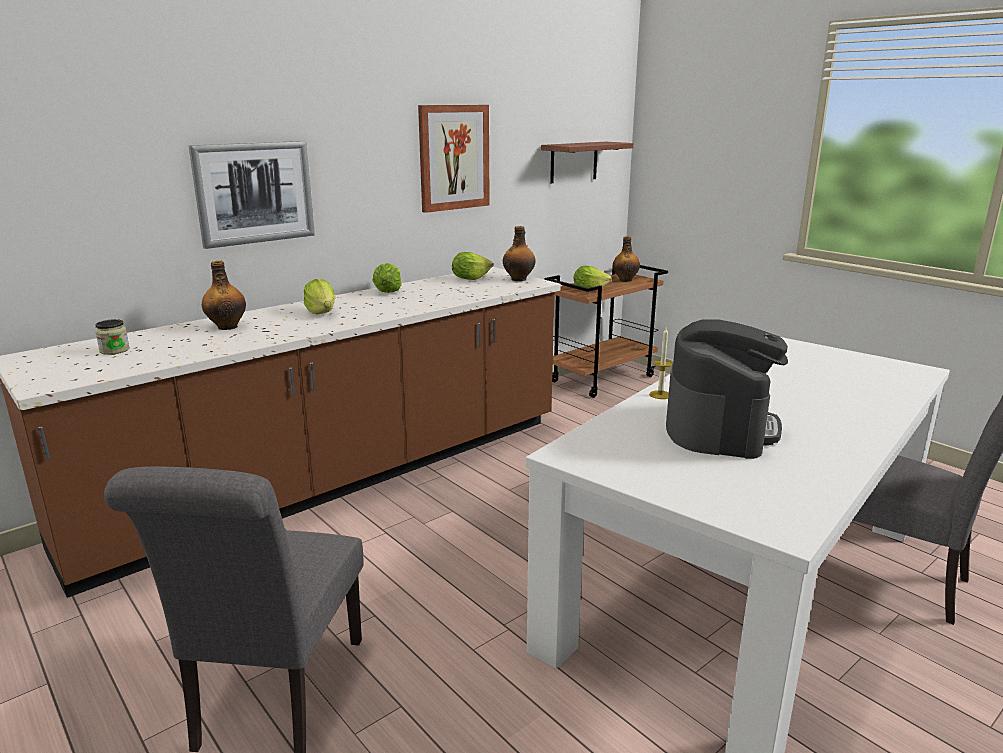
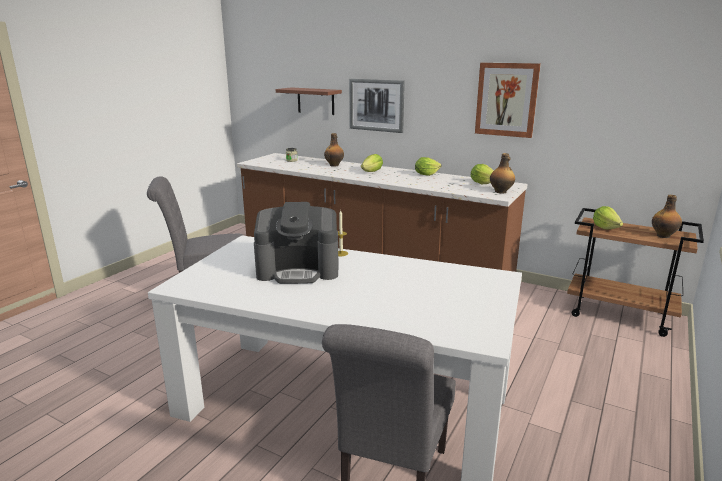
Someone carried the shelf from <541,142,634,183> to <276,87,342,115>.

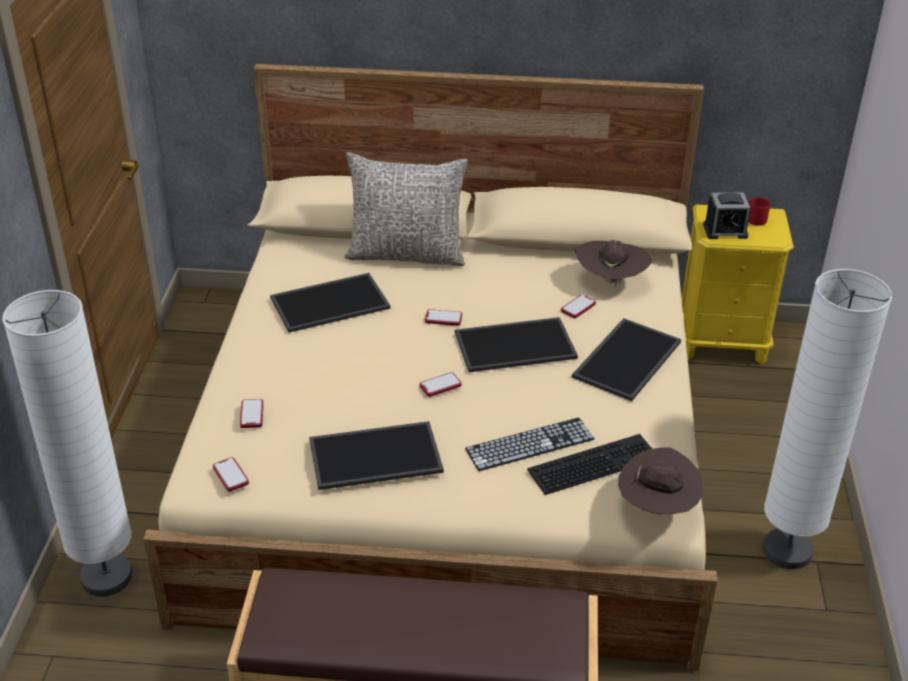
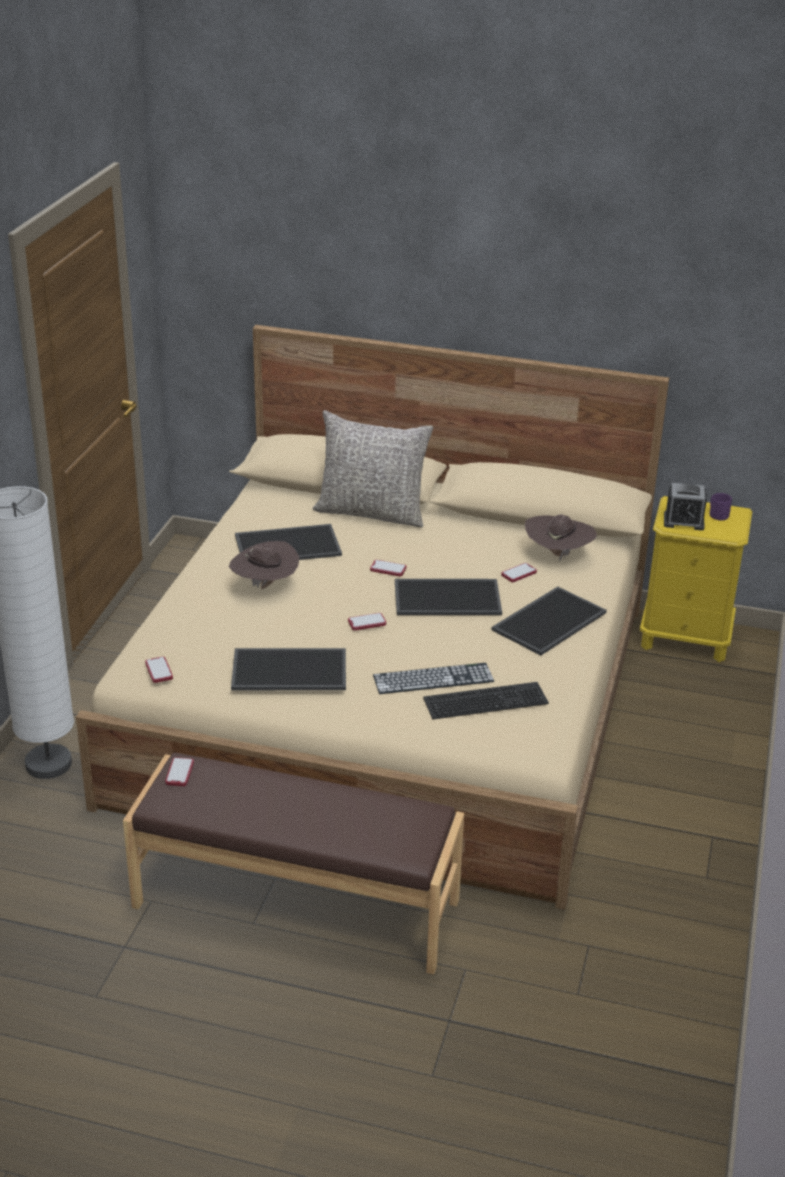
Someone took away the white_standing_lamp at <763,269,892,569>.
Someone carried the telephone from <240,399,264,428> to <165,757,194,786>.
Someone carried the brown-coloured_hat from <618,447,703,515> to <229,541,300,589>.
Someone repainted the reddish_mug at <748,197,770,226>, which became the purple_mug at <710,493,732,520>.

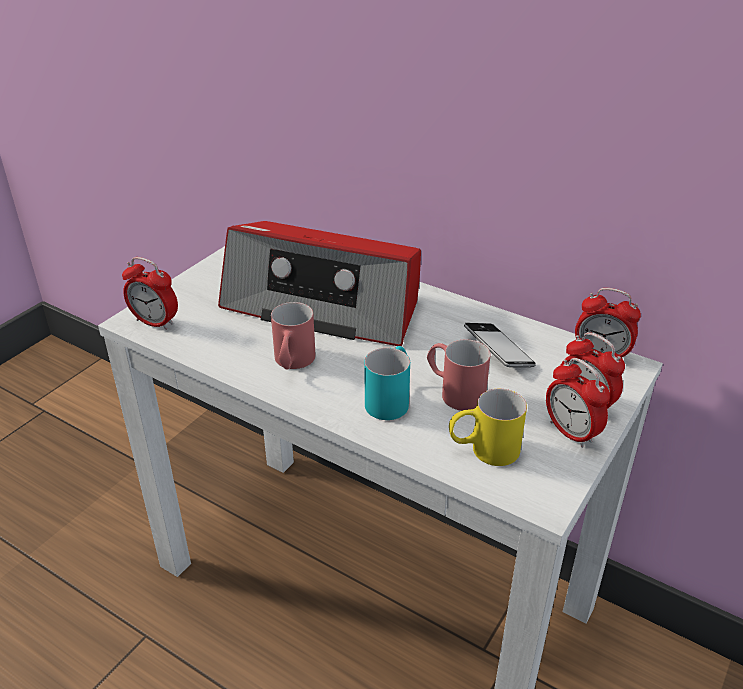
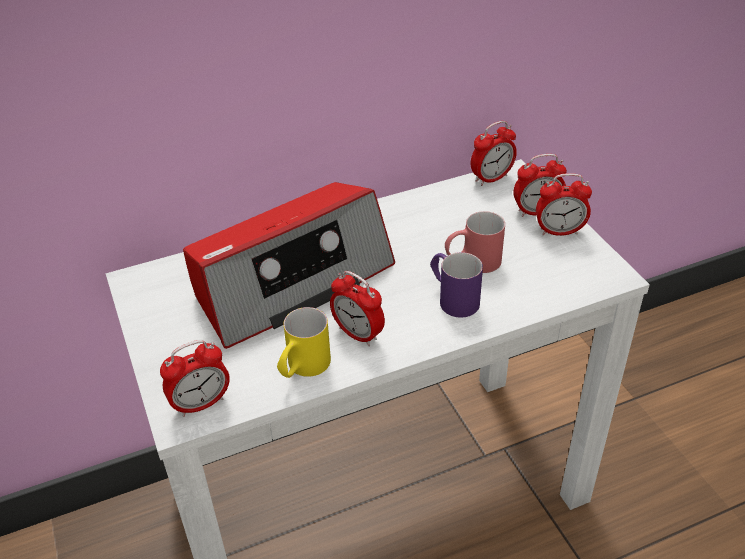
Someone took away the telephone at <464,323,536,368>.
Someone carried the yellow_mug from <449,389,527,466> to <277,307,331,378>.
Someone swapped the reddish_mug at <271,302,316,370> for the alarm_clock at <330,271,385,346>.
Someone repainted the blue-green_mug at <364,346,410,420>, which became the purple_mug at <430,252,483,318>.

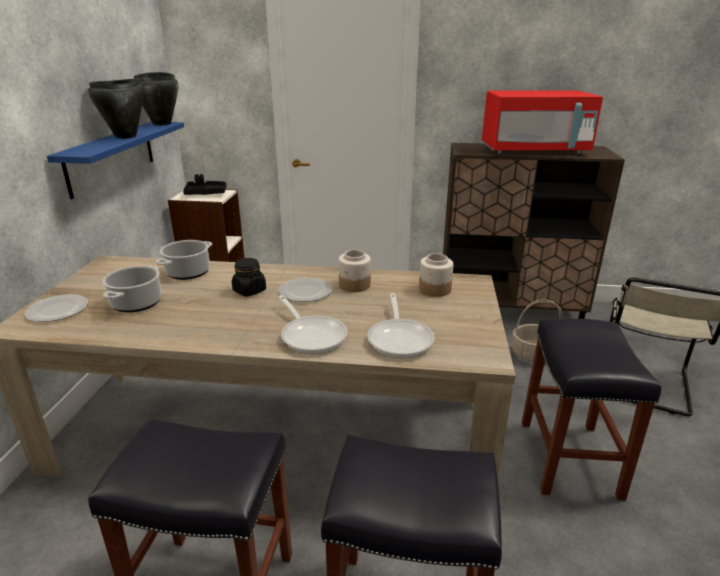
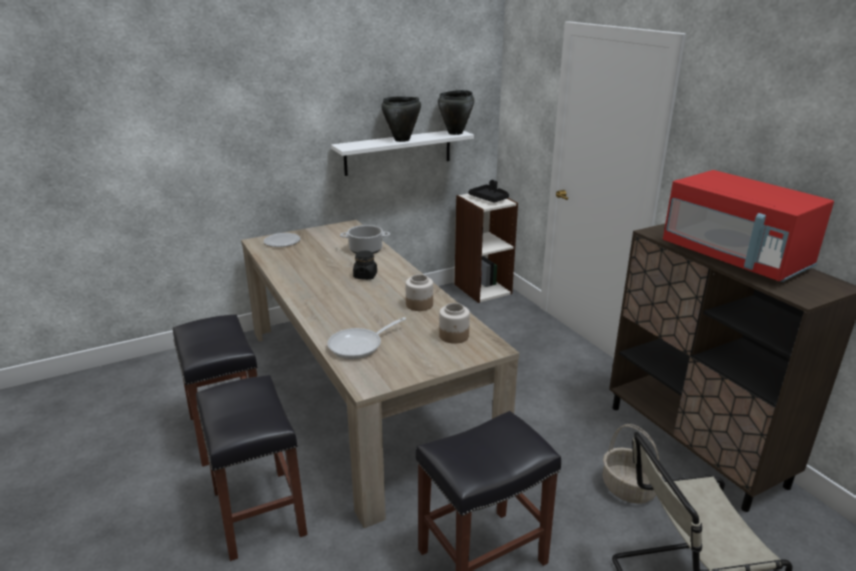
Someone took away the stockpot at <102,266,162,313>.
Someone took away the frying_pan at <278,295,348,354>.
Someone took away the dinner_plate at <279,278,332,302>.
Someone repainted the bluish_shelf at <47,122,184,199>, which became the white_shelf at <331,130,474,176>.

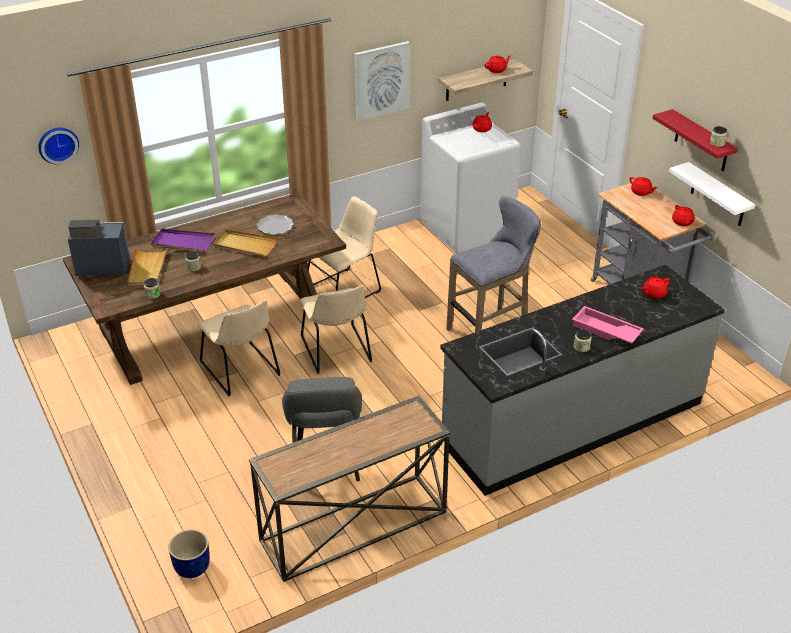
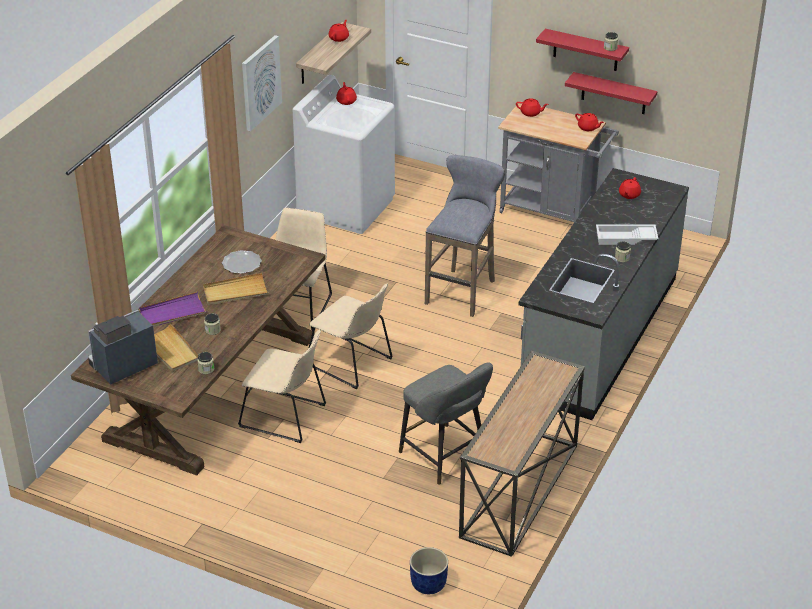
Someone took away the hanging_clock at <38,127,79,164>.
Someone repainted the pinkish_serving_tray at <572,306,644,343>, which became the white_serving_tray at <596,224,658,245>.
Someone repainted the white_shelf at <669,162,755,226>, which became the reddish_shelf at <565,72,658,114>.

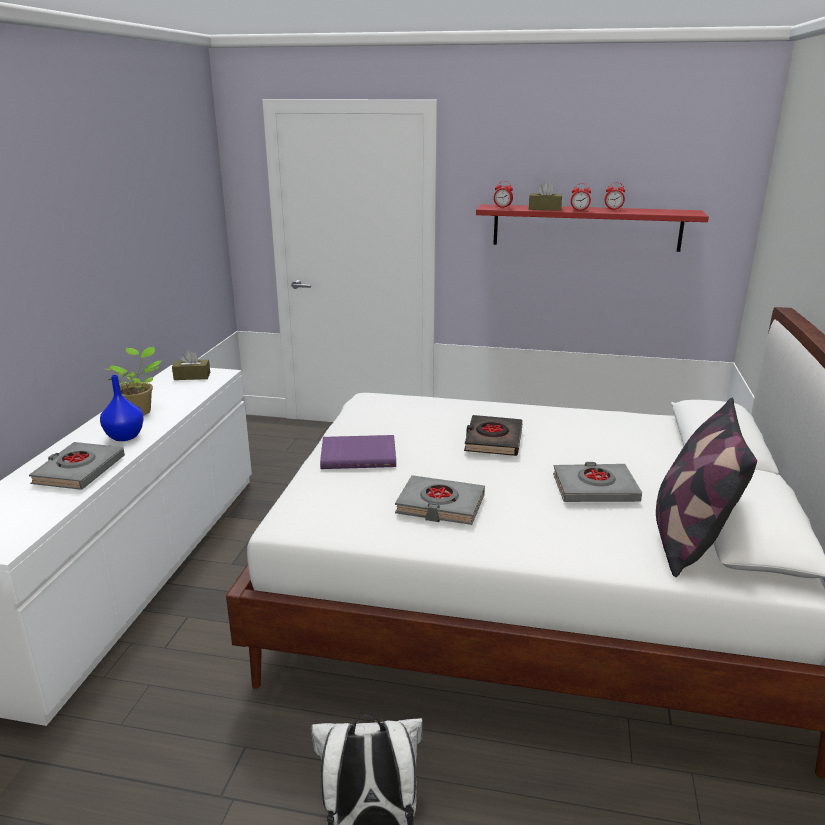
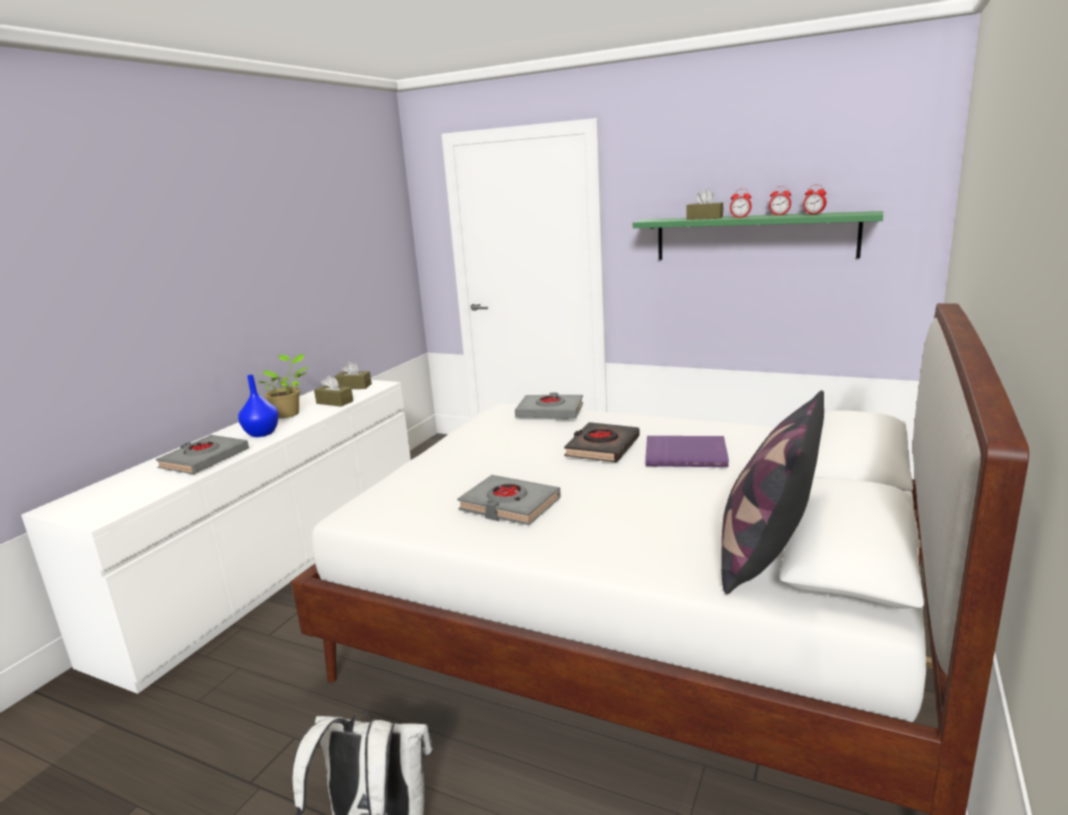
Someone put down the brown-coloured_tissue_holder at <314,375,353,407>.
Someone carried the purple_book from <320,435,396,469> to <646,436,729,467>.
Someone carried the alarm_clock from <494,181,513,208> to <803,184,826,215>.
Someone carried the gray_book from <553,462,642,502> to <515,392,583,419>.
Someone repainted the reddish_shelf at <476,204,709,252>, which became the green-coloured_shelf at <633,211,883,260>.

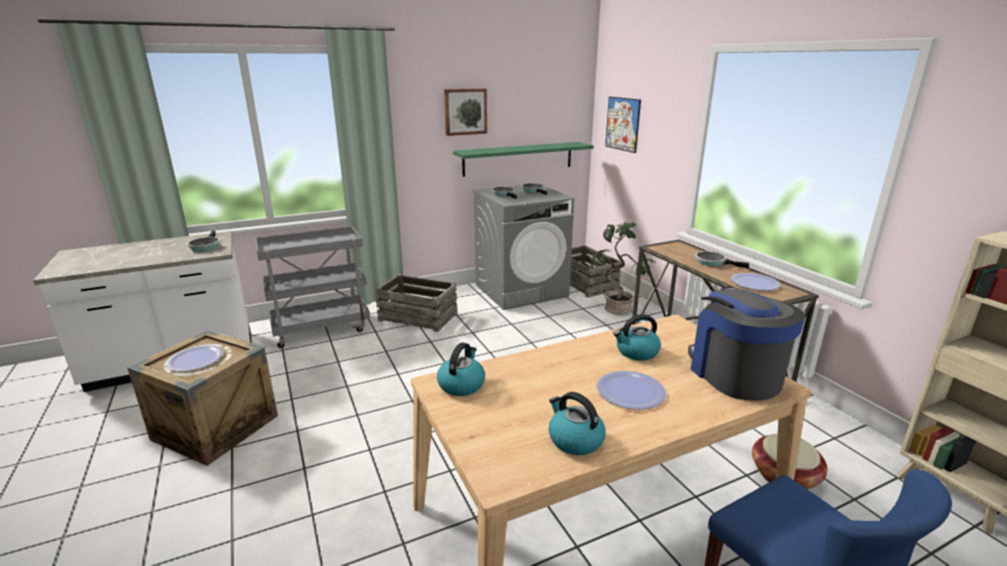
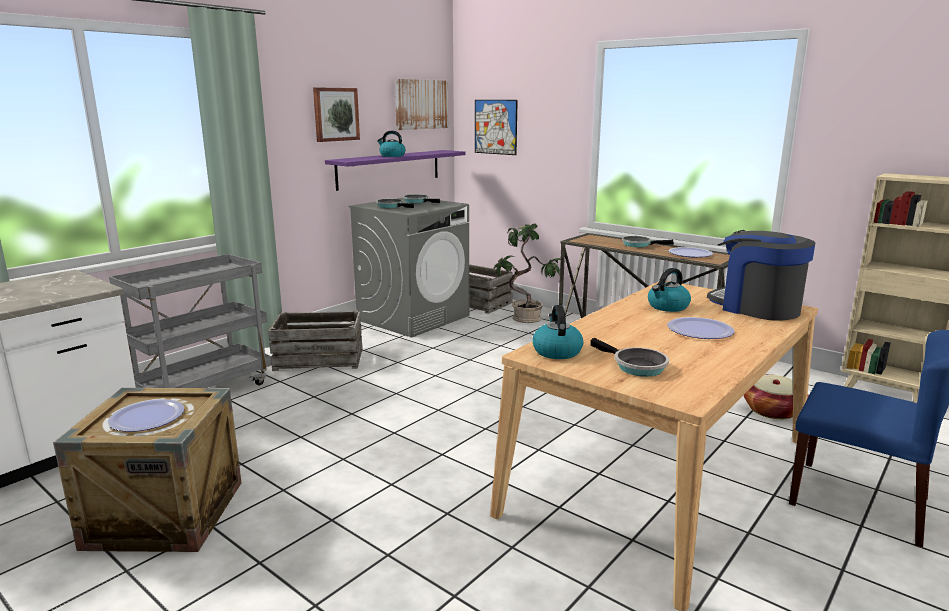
Someone put up the wall_picture at <395,79,448,130>.
Someone carried the frying_pan from <187,230,220,252> to <591,338,669,377>.
Someone carried the kettle from <549,392,606,455> to <377,131,406,157>.
Someone repainted the green-coloured_shelf at <453,142,594,177>, which became the purple_shelf at <325,150,466,191>.

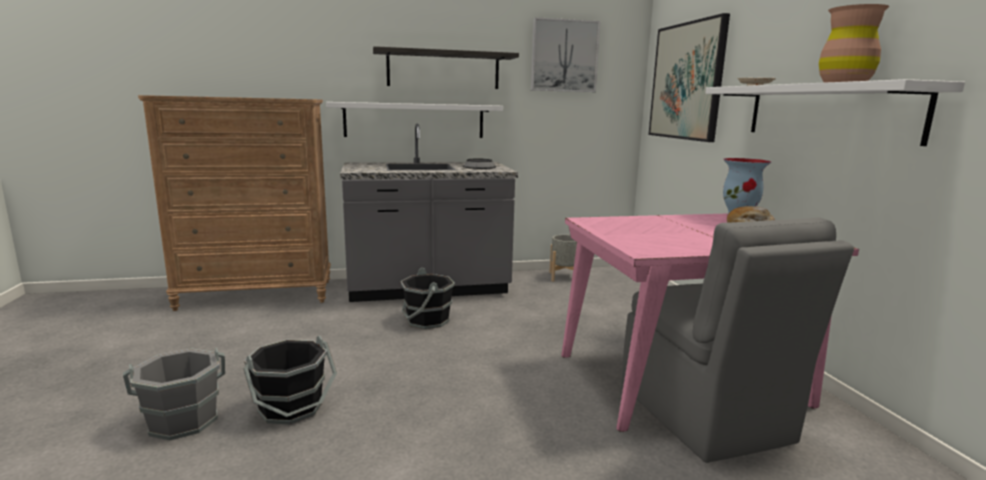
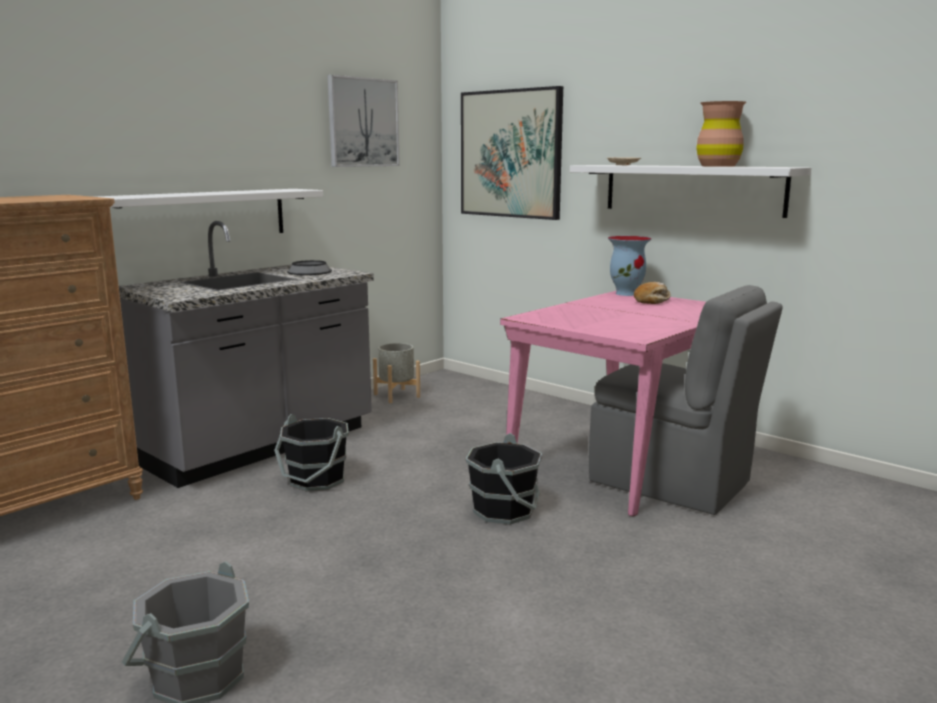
Someone took away the shelf at <373,46,519,89>.
Someone carried the blackish_water_bucket from <243,336,337,425> to <466,433,542,525>.

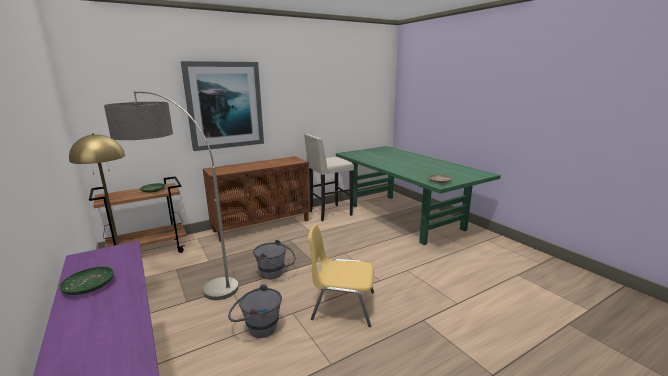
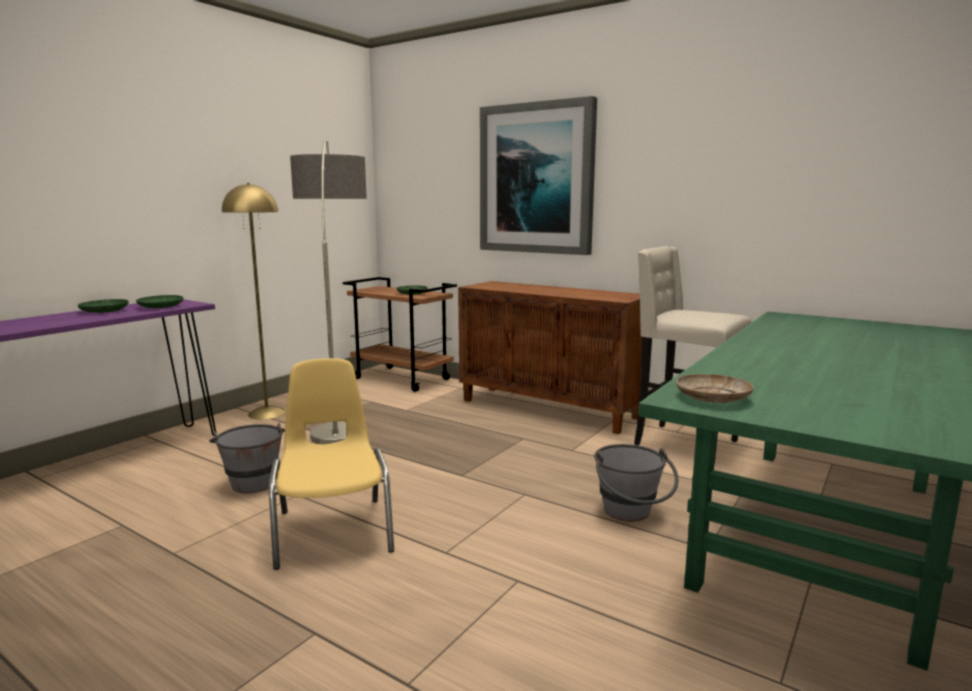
Someone put down the green-coloured_dinner_plate at <136,295,184,308>.
Someone carried the gray_water_bucket from <253,240,296,279> to <594,444,679,522>.

